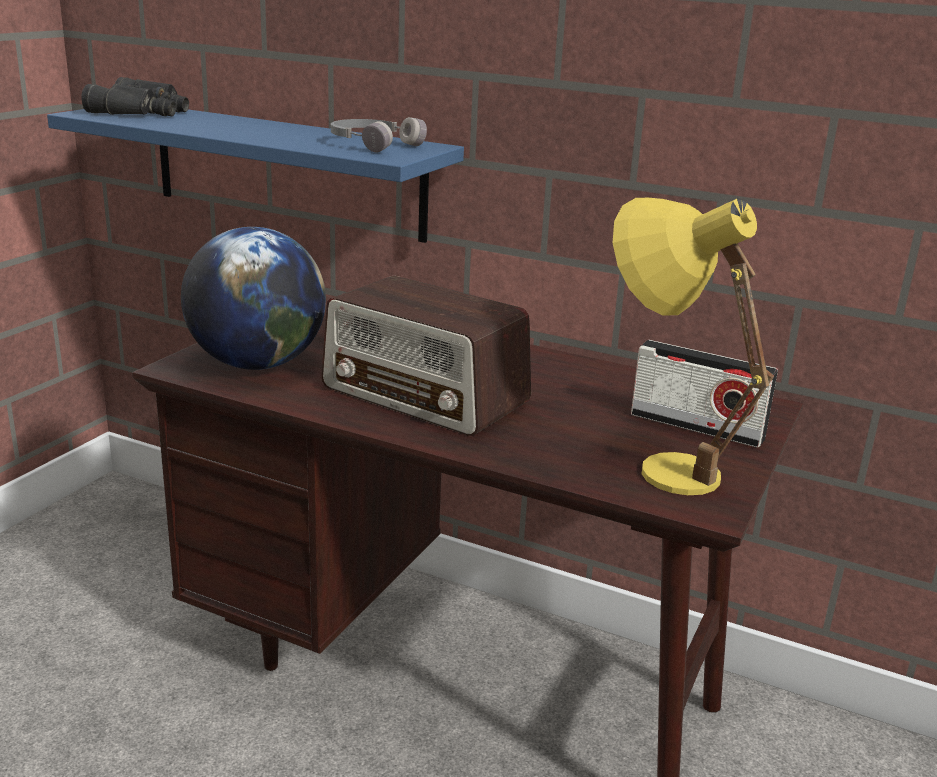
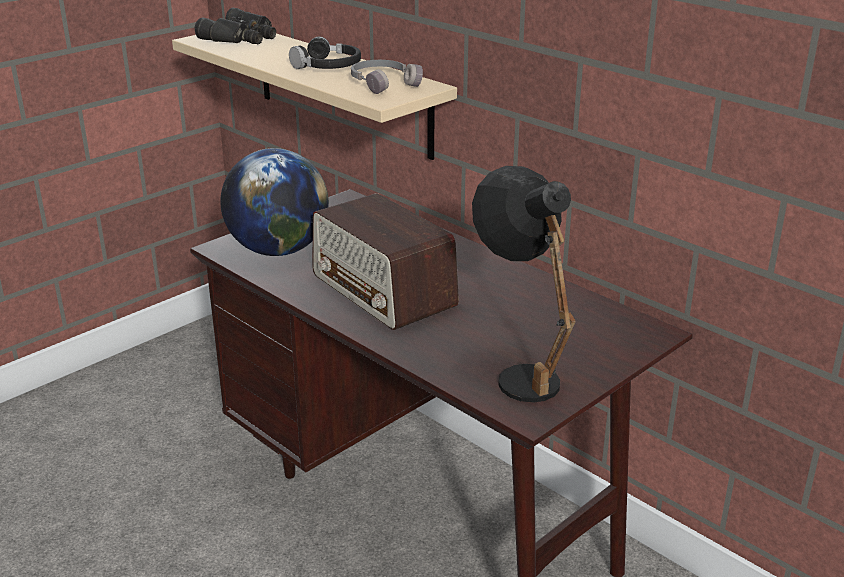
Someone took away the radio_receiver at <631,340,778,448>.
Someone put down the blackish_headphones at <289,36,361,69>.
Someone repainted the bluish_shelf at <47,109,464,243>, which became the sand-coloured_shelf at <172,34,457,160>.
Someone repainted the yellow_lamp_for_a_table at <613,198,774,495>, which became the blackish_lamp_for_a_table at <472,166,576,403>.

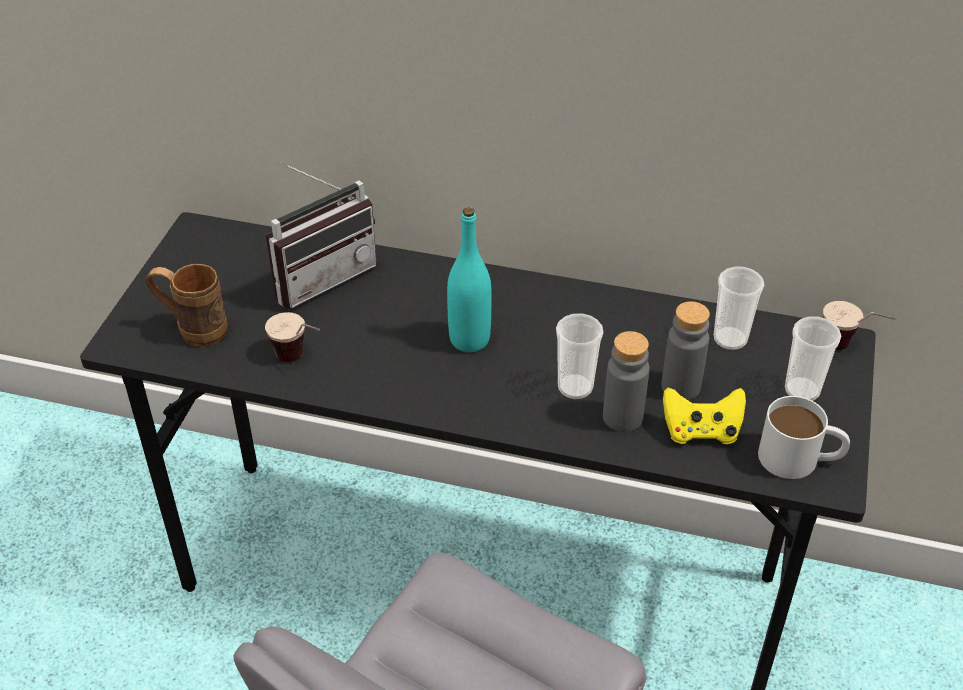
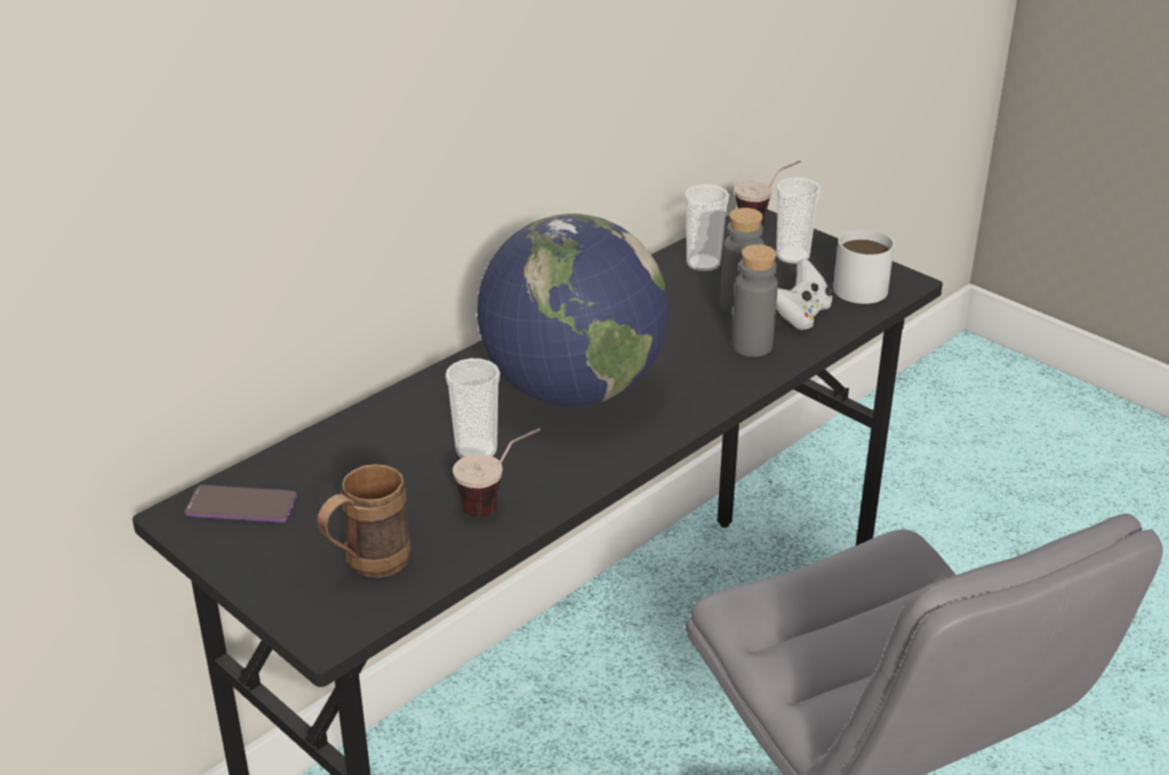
Someone took away the radio_receiver at <266,162,377,309>.
Someone put down the telephone at <185,485,297,523>.
Someone carried the drinking_cup from <556,313,603,399> to <445,358,500,458>.
Someone swapped the blue-green_beverage_bottle at <447,207,492,352> for the globe at <477,214,669,406>.
Someone repainted the yellow_joypad at <663,387,746,444>, which became the white_joypad at <776,258,834,330>.

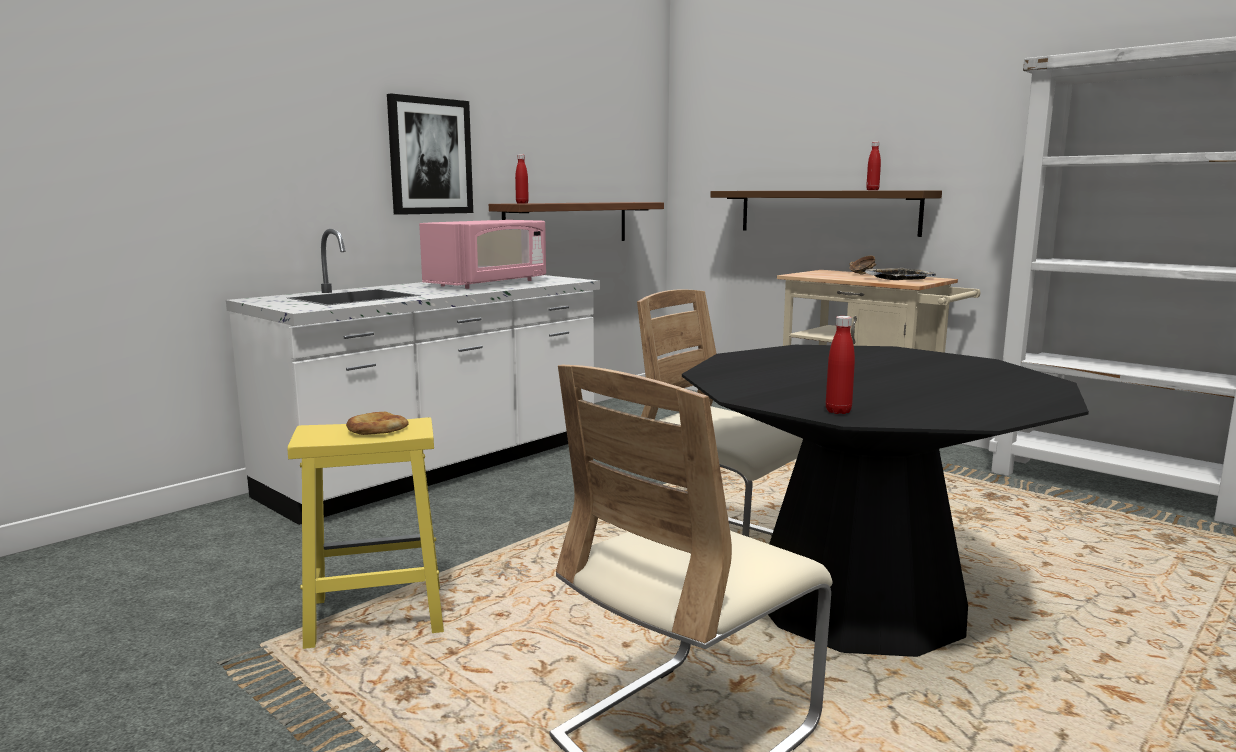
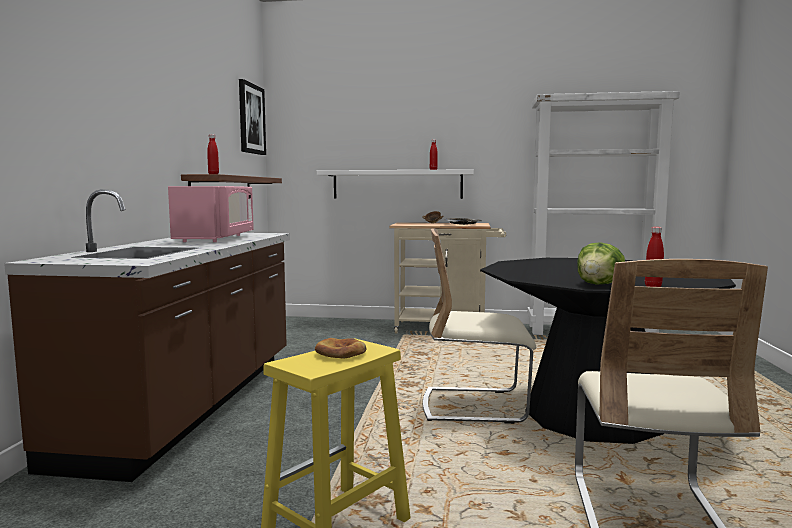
Someone put down the lettuce_head at <577,242,625,284>.
Someone carried the wall_picture from <387,93,473,215> to <239,79,266,155>.
Someone repainted the white_kitchen_counter at <226,229,600,525>, which became the brown-coloured_kitchen_counter at <4,189,290,482>.
Someone repainted the brown-coloured_shelf at <711,190,942,237>, which became the white_shelf at <317,169,474,199>.

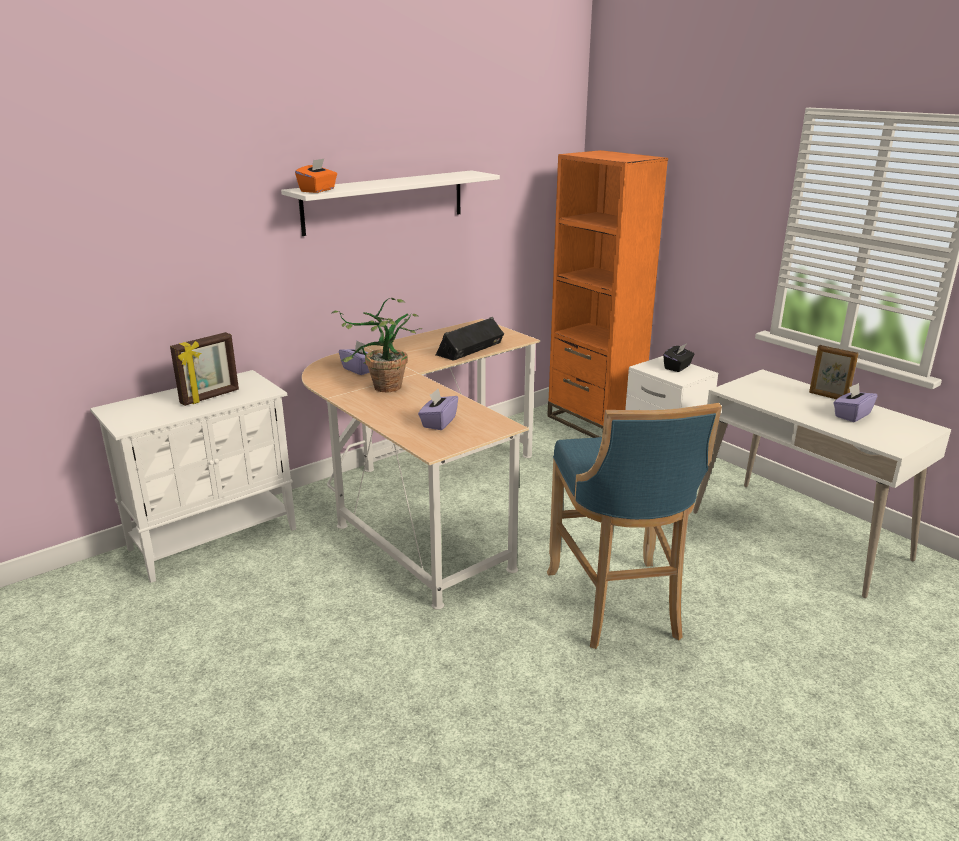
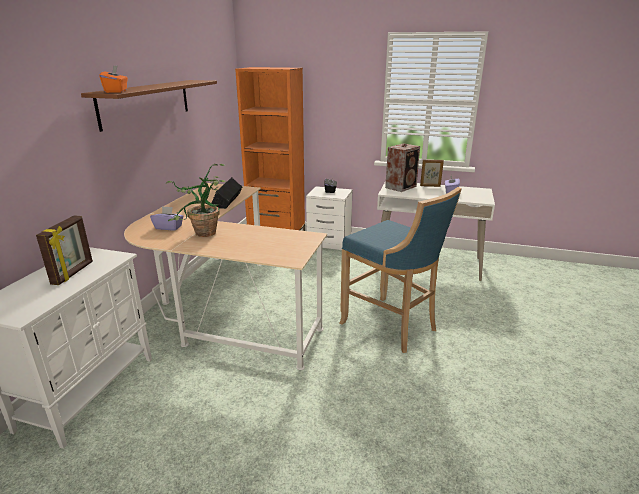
Someone took away the purple_tissue_holder at <418,389,458,430>.
Someone put down the speaker at <385,143,420,192>.
Someone repainted the white_shelf at <281,170,500,236>, which became the brown-coloured_shelf at <81,80,217,132>.

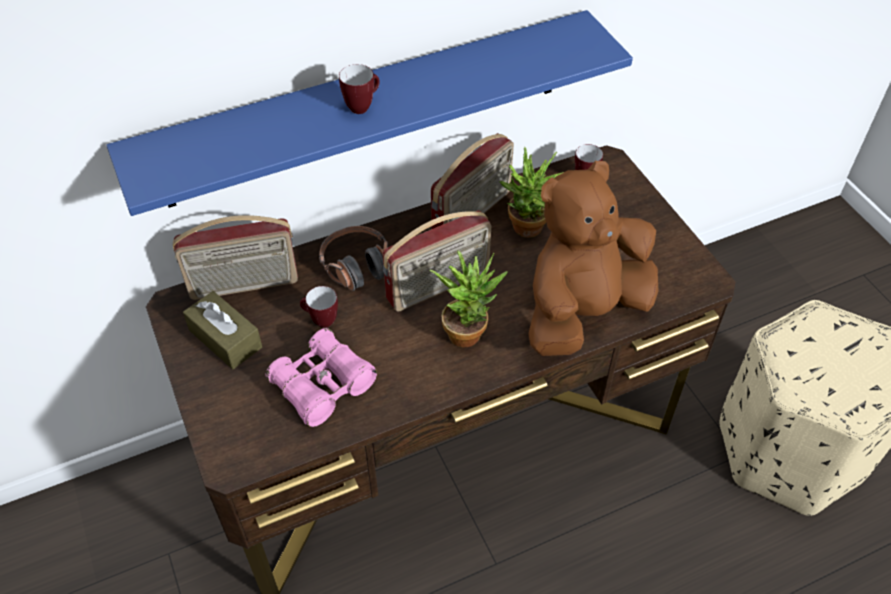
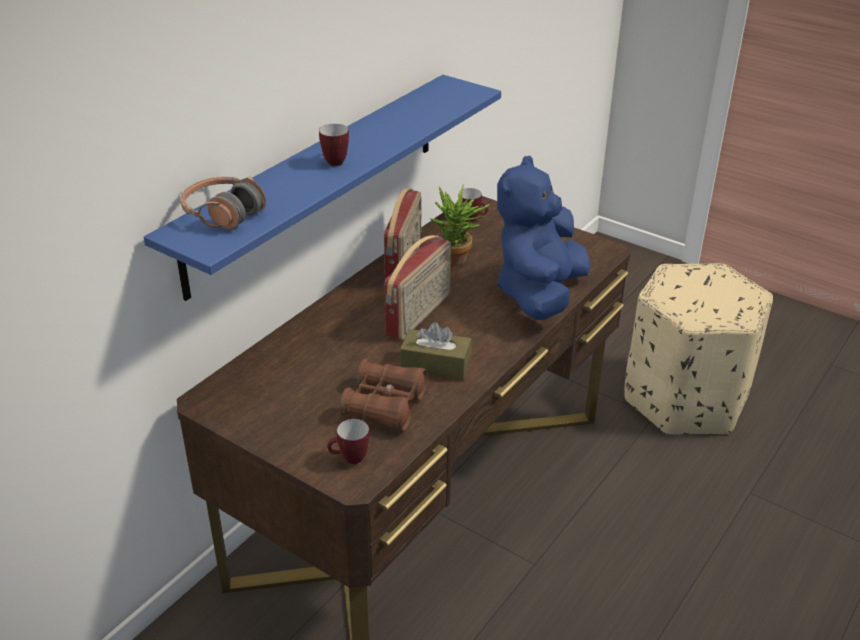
Someone took away the radio_receiver at <173,215,298,300>.
Someone took away the houseplant at <430,251,508,347>.
Someone carried the brown-coloured_tissue_holder from <183,291,262,369> to <400,322,472,381>.
Someone carried the mug from <300,286,338,328> to <327,419,370,464>.
Someone carried the headphones from <319,226,388,291> to <180,177,266,230>.
Someone repainted the pinkish_binoculars at <265,328,377,427>, which became the brown-coloured_binoculars at <339,359,427,431>.
Someone repainted the brown-coloured_plush_toy at <528,161,658,356>, which became the bluish_plush_toy at <497,156,591,320>.

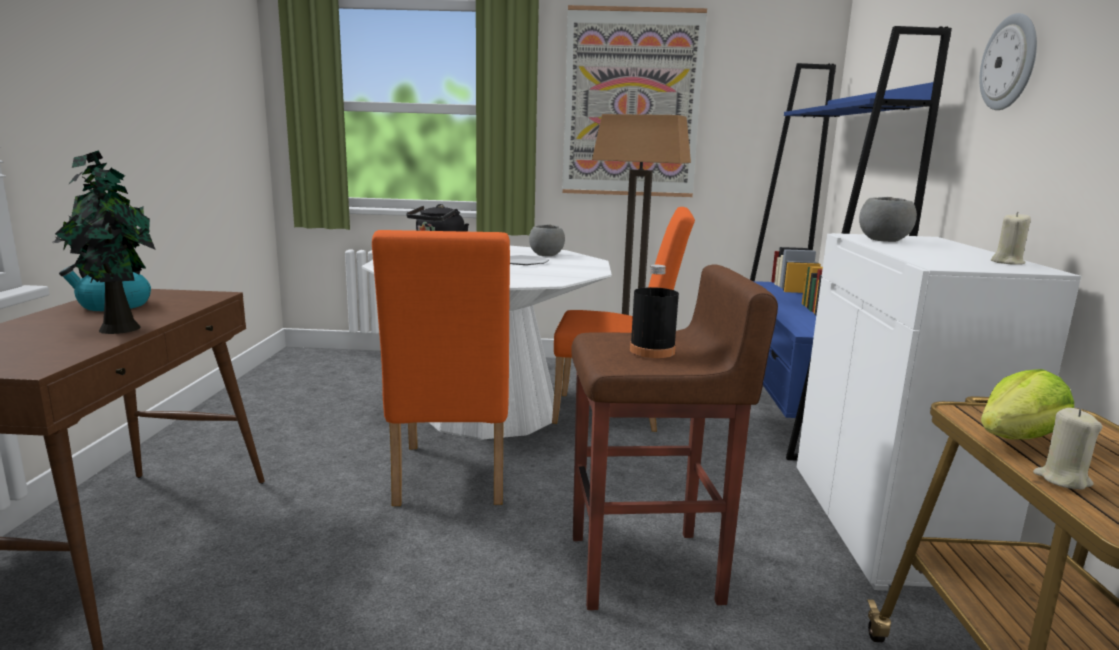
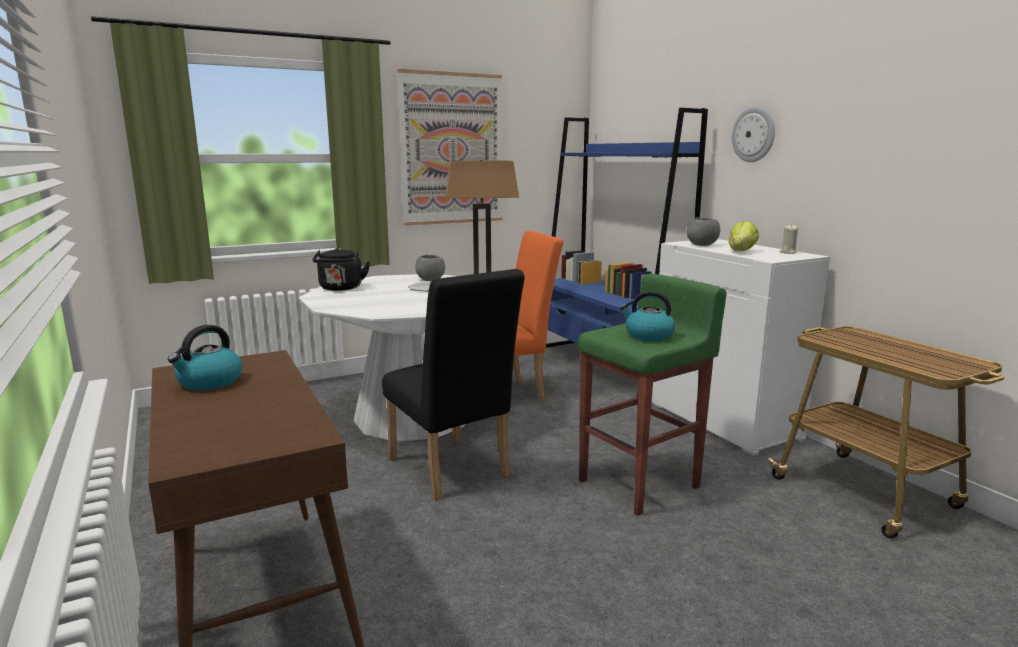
Someone took away the houseplant at <53,150,156,334>.
Someone took away the sand-coloured_wax_light at <1033,408,1103,490>.
Someone carried the lettuce_head from <981,369,1074,439> to <729,221,759,251>.
Someone swapped the blackish_beverage_bottle at <630,265,679,358> for the kettle at <620,291,675,341>.
Someone repainted the orangey_chair at <372,230,510,506>, which became the blackish_chair at <382,269,525,501>.
Someone repainted the brown-coloured_stool at <571,264,778,610>, which became the green-coloured_stool at <578,274,726,516>.

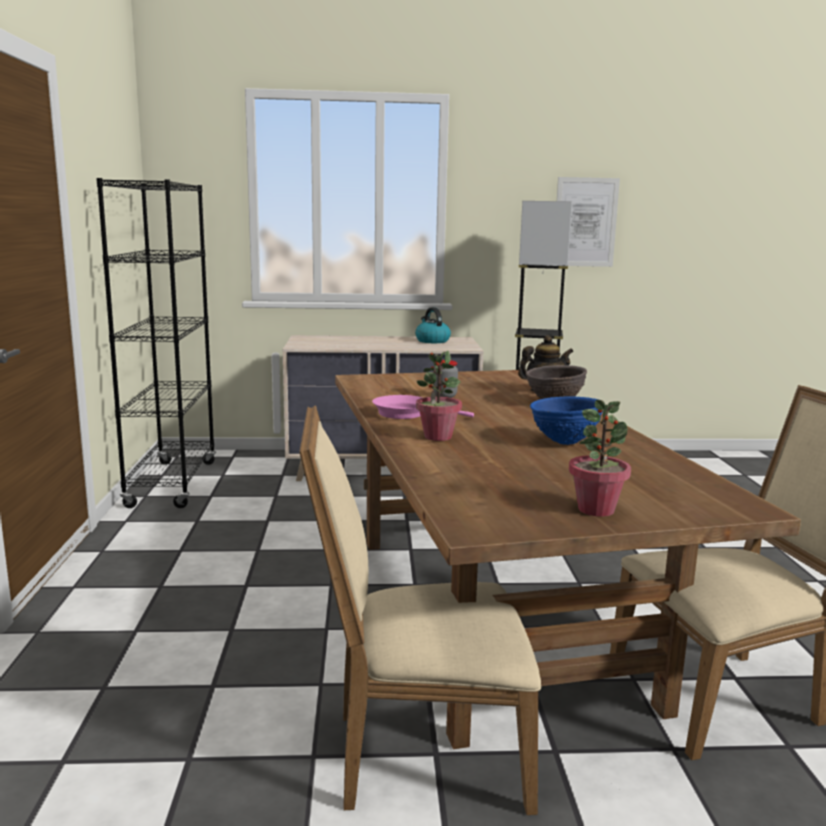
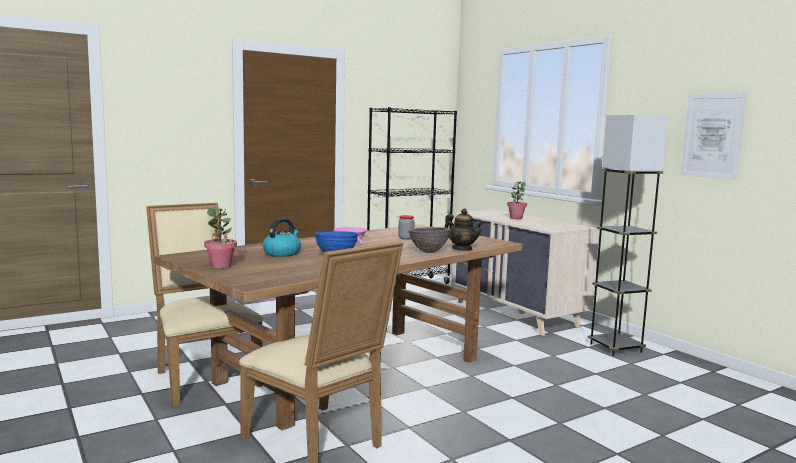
Someone carried the kettle from <415,307,451,343> to <263,218,301,257>.
Someone carried the houseplant from <416,351,462,441> to <507,181,527,219>.

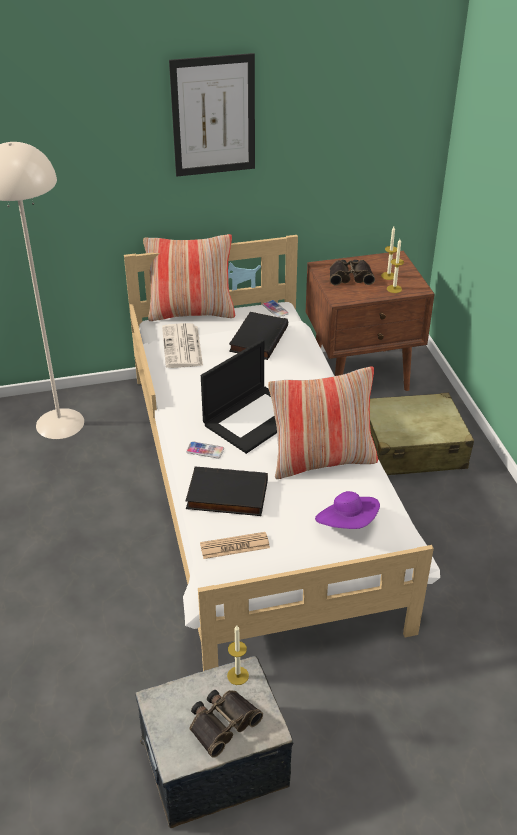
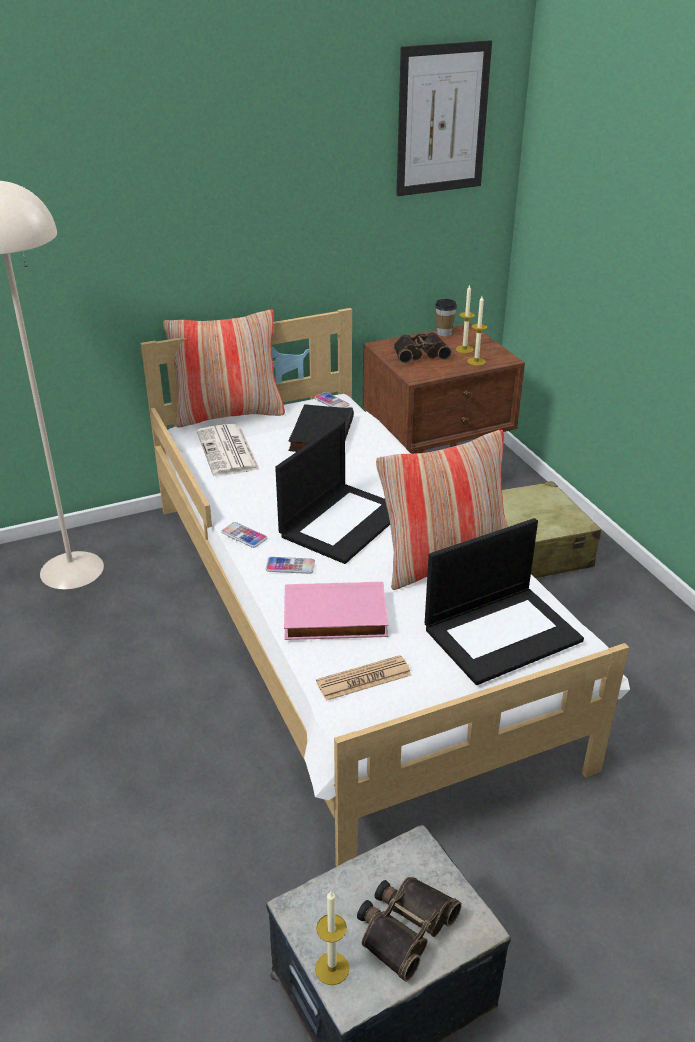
Someone put down the telephone at <221,522,267,548>.
Someone put down the drinking_cup at <435,299,457,337>.
Someone carried the wall_picture from <169,53,255,177> to <396,40,492,196>.
Someone carried the wax_light from <227,625,249,685> to <315,891,350,985>.
Someone swapped the purple_hat at <315,491,380,529> for the portable_computer at <425,518,584,685>.
Someone repainted the blackish_book at <186,467,268,516>, which became the pinkish_book at <284,582,388,640>.

